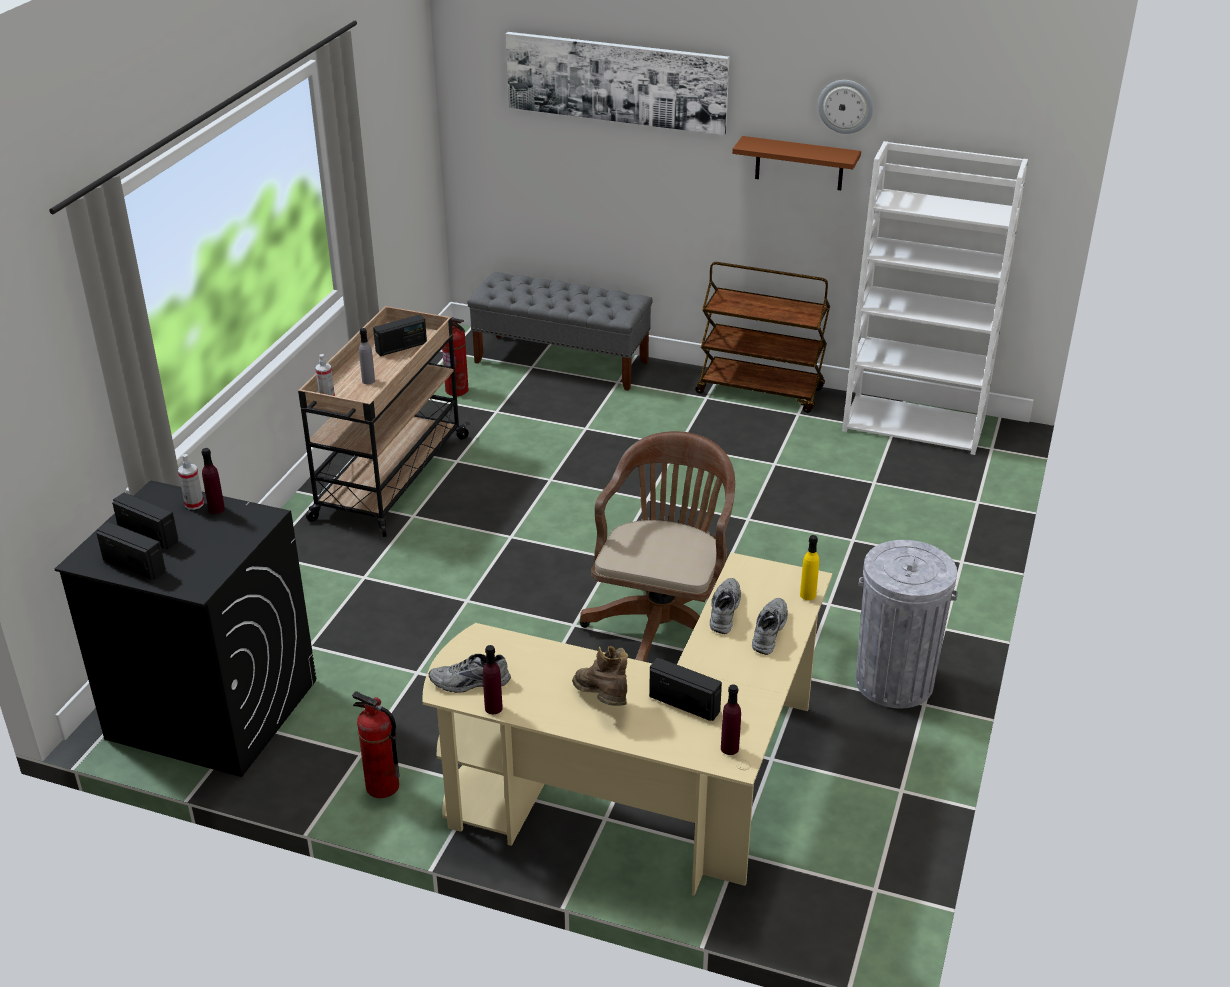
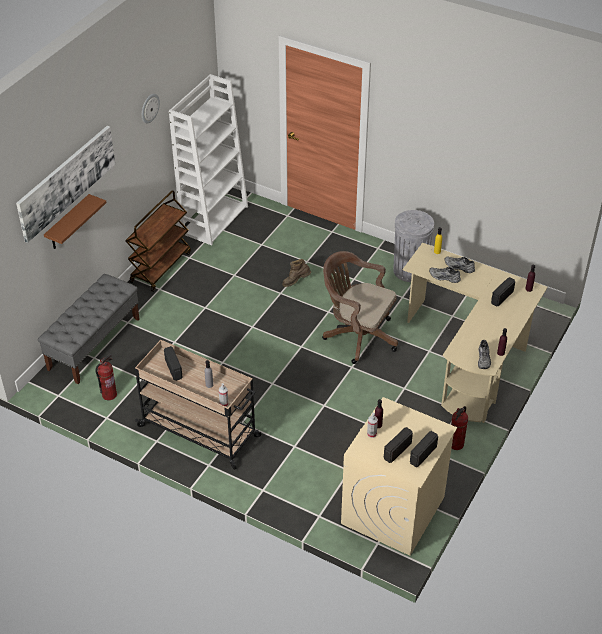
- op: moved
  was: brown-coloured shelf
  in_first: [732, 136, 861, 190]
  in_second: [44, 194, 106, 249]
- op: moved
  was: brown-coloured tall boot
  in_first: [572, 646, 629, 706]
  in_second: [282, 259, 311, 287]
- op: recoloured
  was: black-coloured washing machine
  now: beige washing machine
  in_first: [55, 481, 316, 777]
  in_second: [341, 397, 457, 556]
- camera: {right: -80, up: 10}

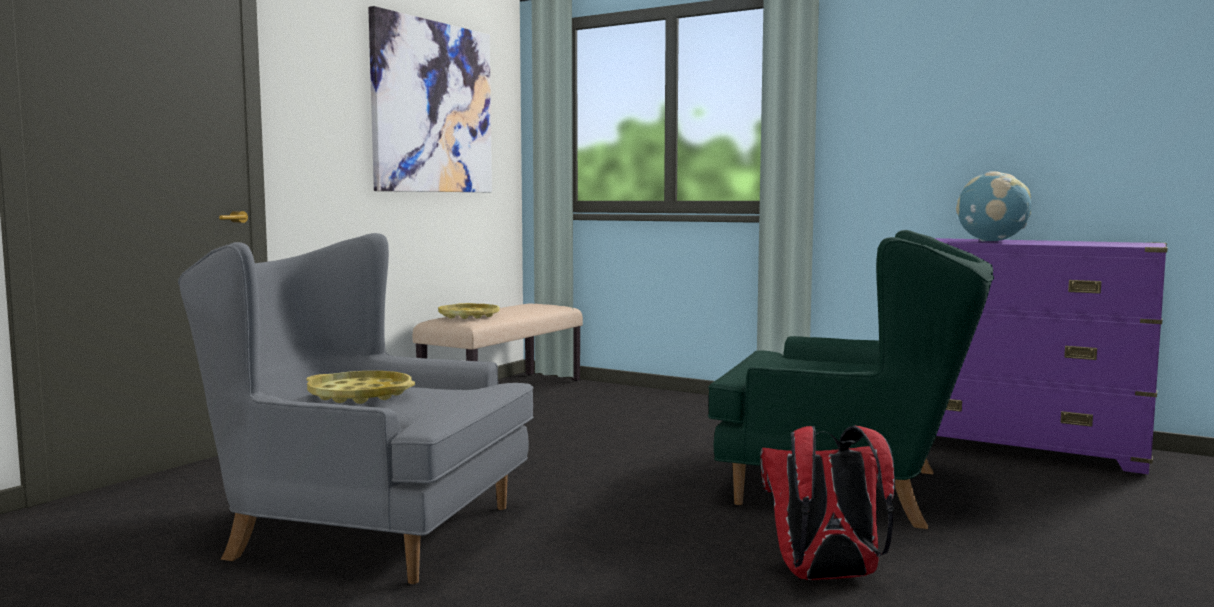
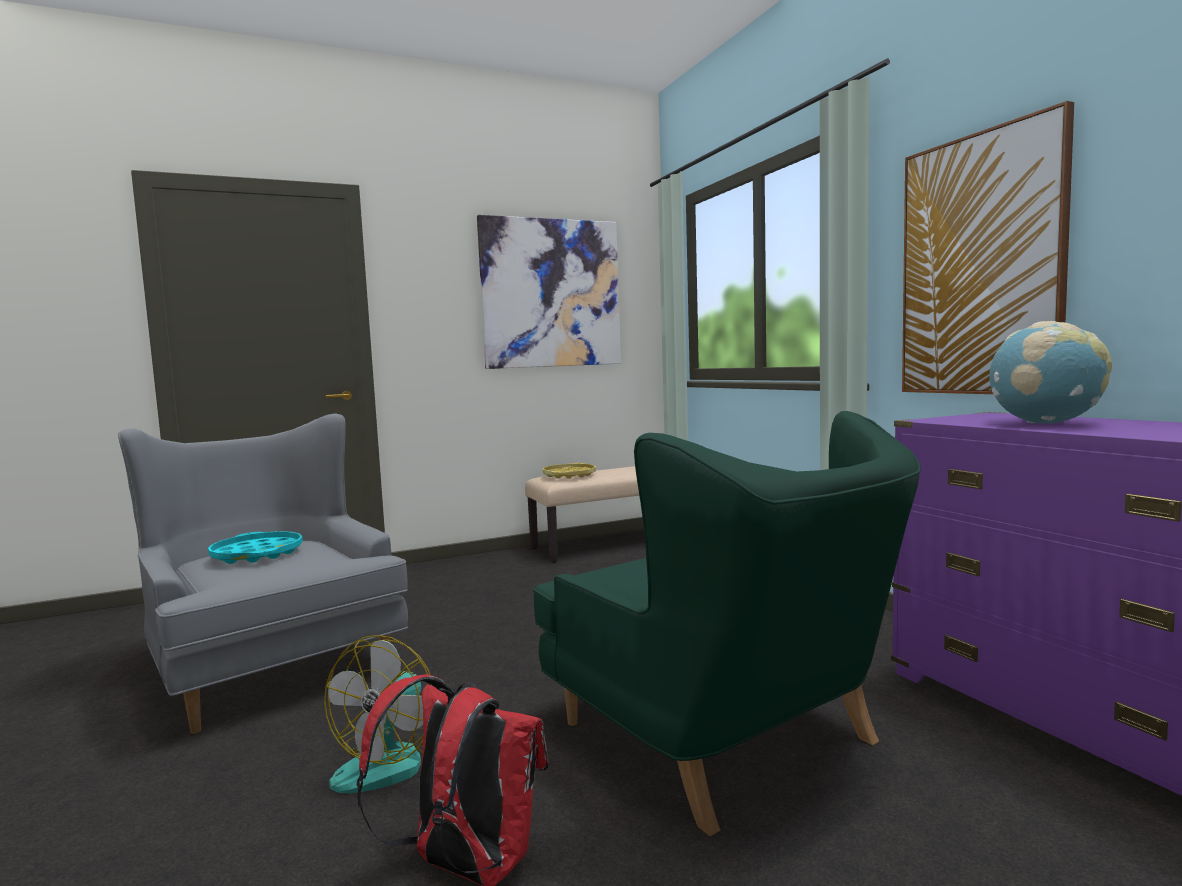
- op: recoloured
  was: yellow-coloured tray
  now: turquoise-coloured tray
  in_first: [306, 371, 415, 404]
  in_second: [208, 531, 303, 564]
- op: added
  now: fan
  in_second: [324, 635, 434, 793]
- op: added
  now: wall art
  in_second: [902, 101, 1074, 394]
- camera: {right: 35, up: 0}

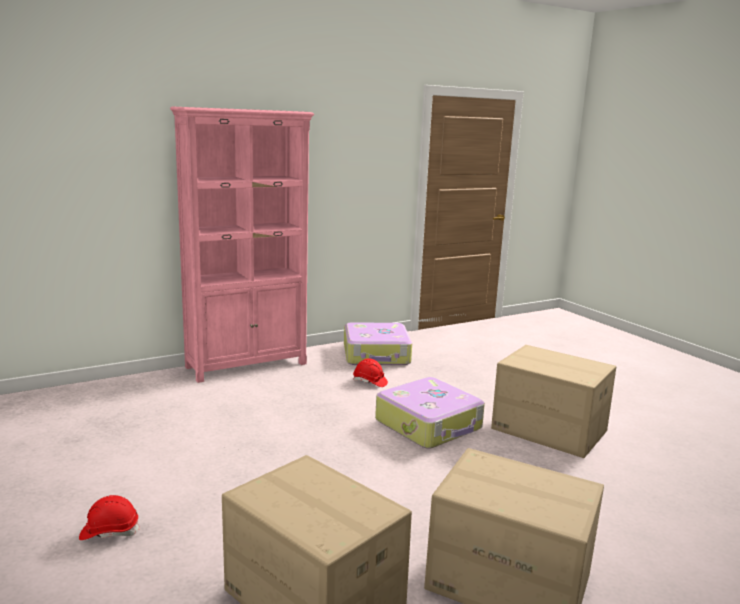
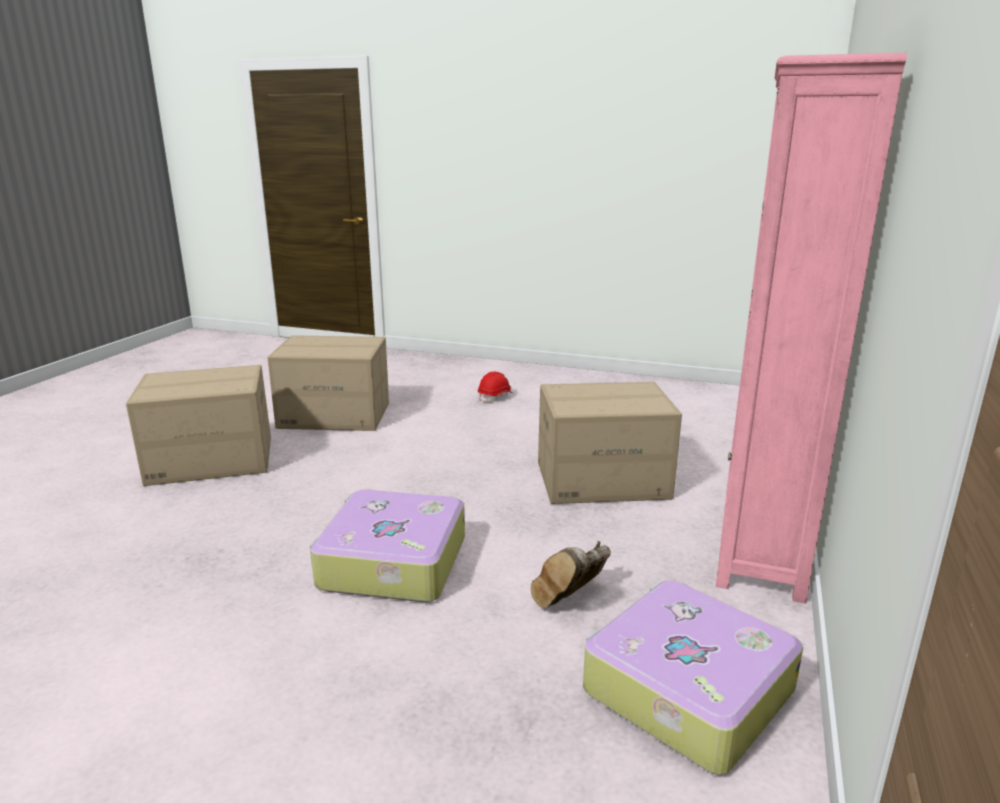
- op: replaced
  was: reddish safety helmet
  now: brown-coloured tall boot
  in_first: [353, 359, 388, 387]
  in_second: [531, 541, 611, 608]
- op: moved
  was: cardboard box
  in_first: [491, 345, 616, 458]
  in_second: [538, 382, 682, 504]
- camera: {right: 140, up: 5}

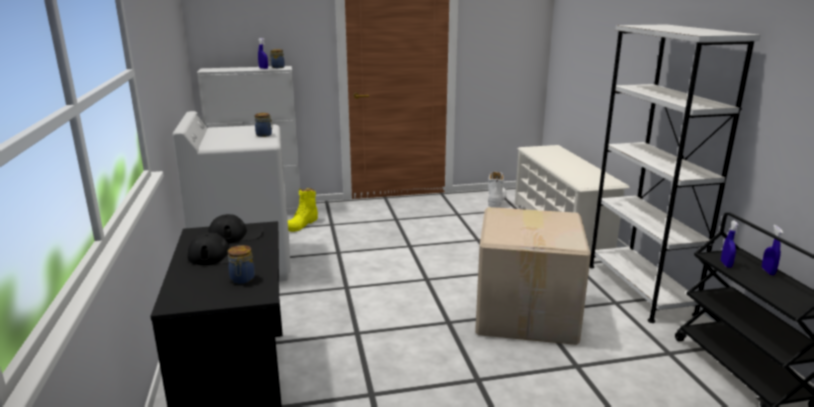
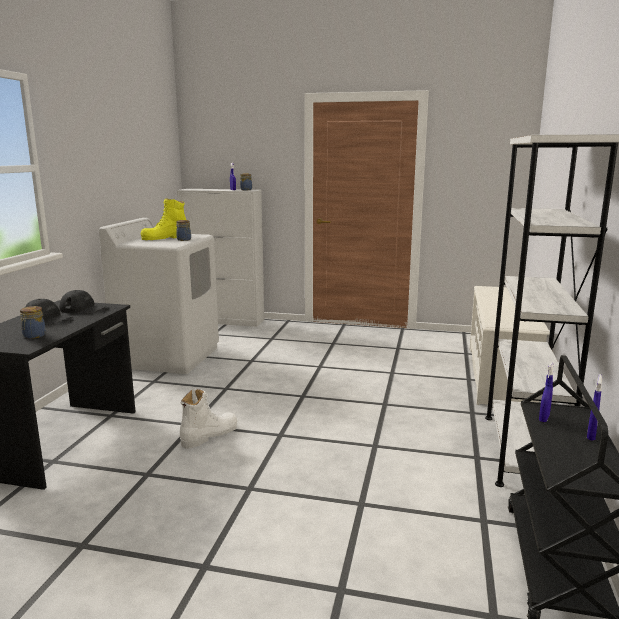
- op: moved
  was: yellow-coloured tall boot
  in_first: [288, 188, 318, 232]
  in_second: [141, 198, 186, 240]
- op: moved
  was: white-coloured tall boot
  in_first: [488, 172, 507, 208]
  in_second: [180, 389, 237, 449]
- op: removed
  was: cardboard box
  in_first: [475, 207, 591, 345]
- camera: {right: 25, up: -5}

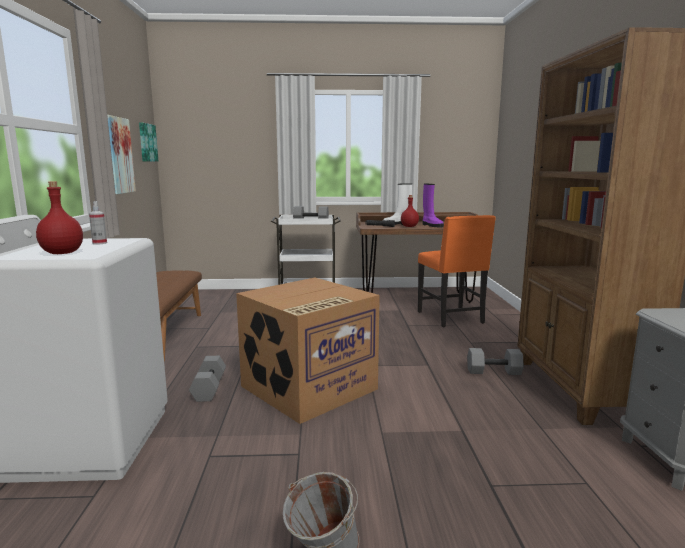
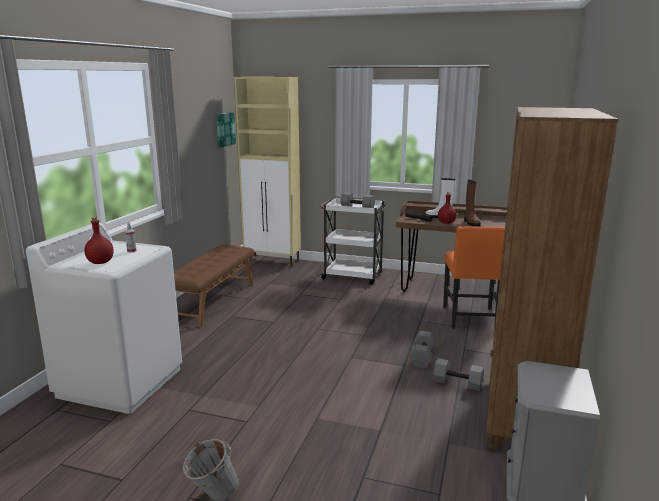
- op: added
  now: beige cupboard
  in_second: [234, 77, 301, 267]
- op: moved
  was: gray hand weight
  in_first: [189, 356, 226, 402]
  in_second: [410, 331, 435, 368]
- op: recoloured
  was: purple tall boot
  now: brown-coloured tall boot
  in_first: [423, 183, 444, 228]
  in_second: [464, 180, 481, 227]
- op: removed
  was: wall art
  in_first: [107, 115, 136, 194]
- op: removed
  was: cardboard box
  in_first: [236, 278, 380, 424]
- camera: {right: 20, up: 5}

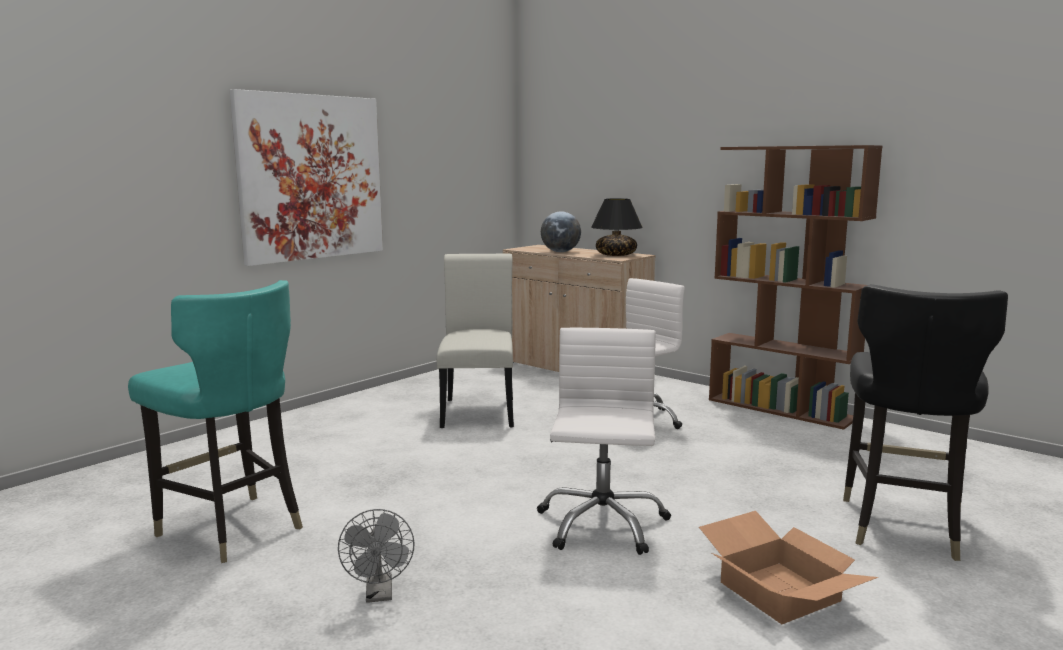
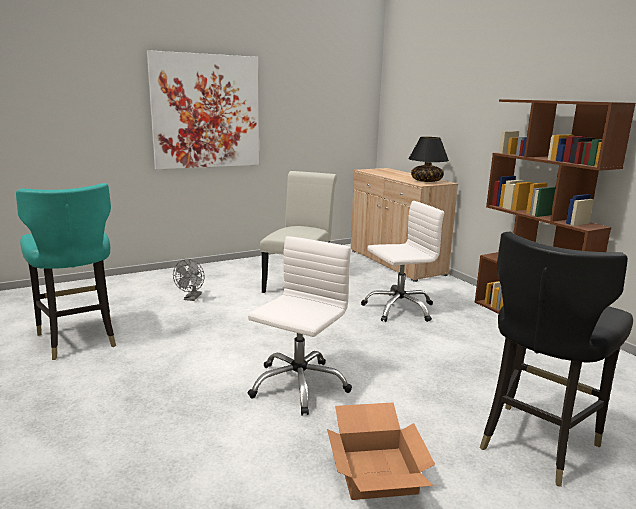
- op: moved
  was: gray fan
  in_first: [338, 509, 415, 603]
  in_second: [173, 259, 204, 301]
- op: removed
  was: world globe
  in_first: [541, 211, 581, 252]
- camera: {right: 20, up: 5}

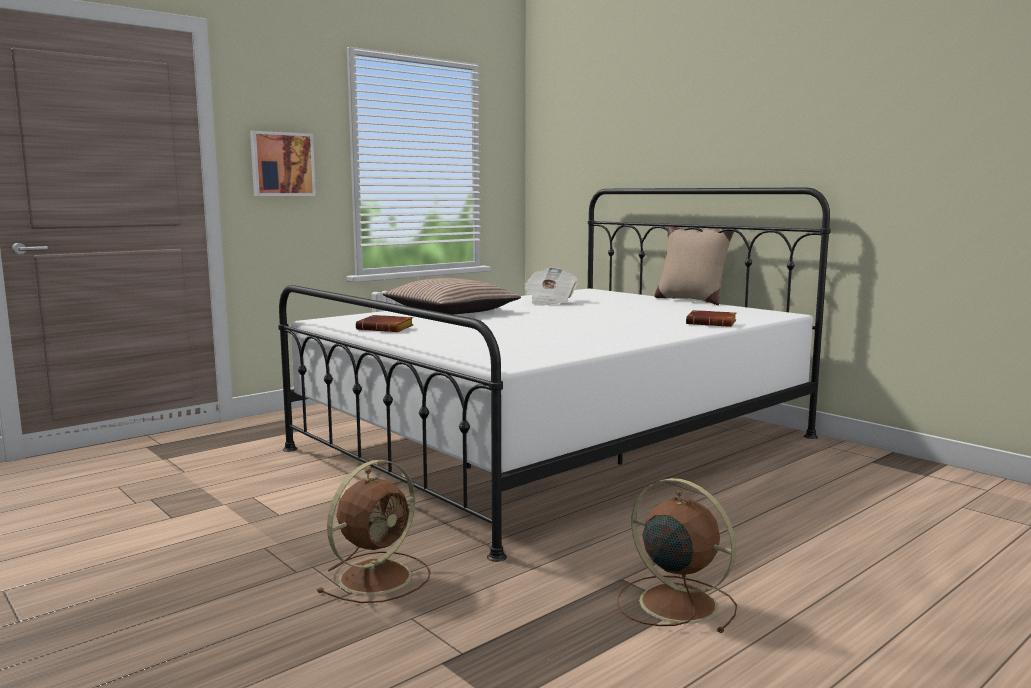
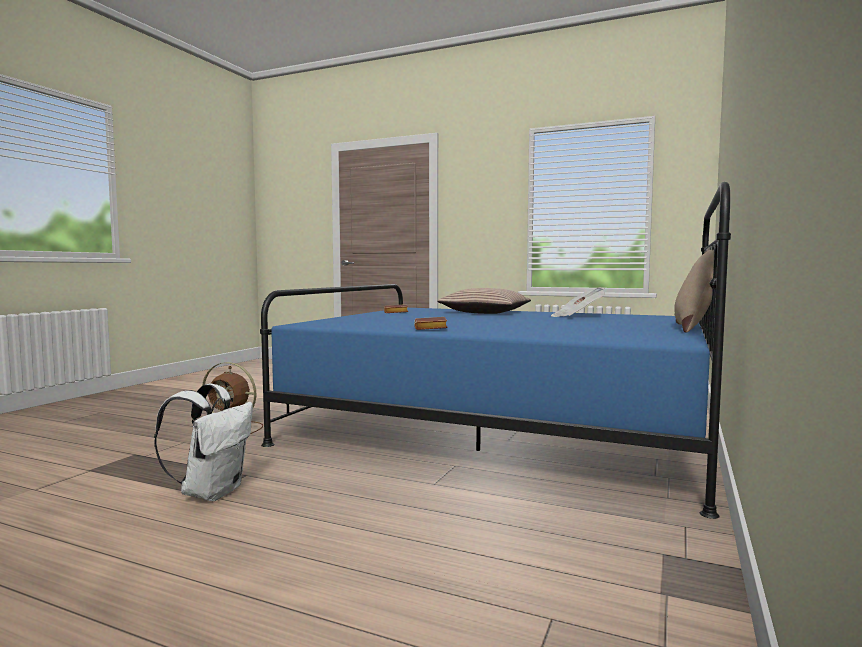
- op: replaced
  was: brown-coloured fan
  now: white-coloured knapsack
  in_first: [617, 478, 737, 633]
  in_second: [154, 383, 253, 501]
- op: recoloured
  was: white-coloured sleeping bed
  now: blue-coloured sleeping bed
  in_first: [278, 187, 831, 562]
  in_second: [260, 182, 731, 519]
- op: moved
  was: brown-coloured volume
  in_first: [686, 310, 736, 327]
  in_second: [414, 317, 448, 330]
- op: removed
  was: wall art
  in_first: [250, 131, 316, 196]
- camera: {right: 65, up: -5}

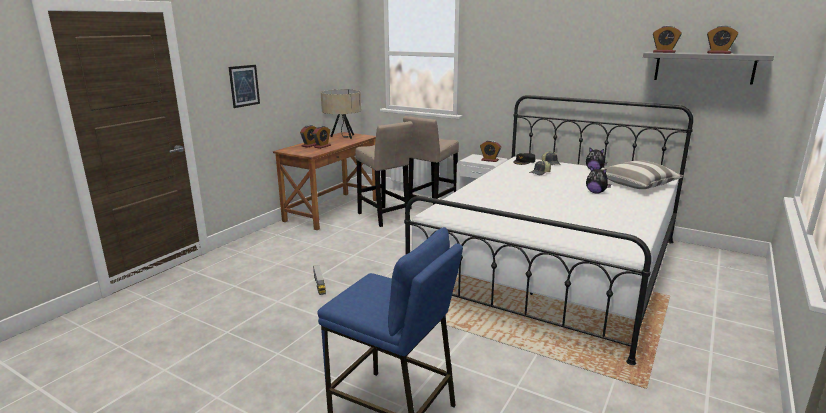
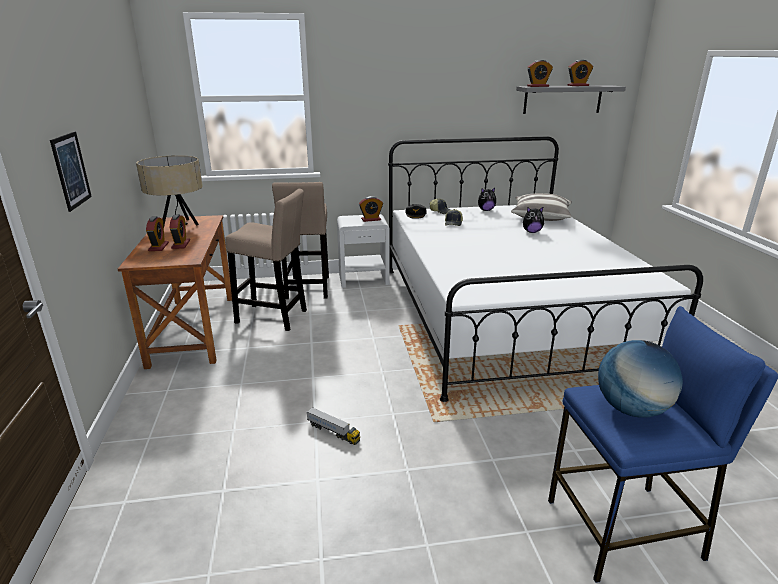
- op: added
  now: world globe
  in_second: [598, 340, 683, 418]
- camera: {right: -40, up: 5}

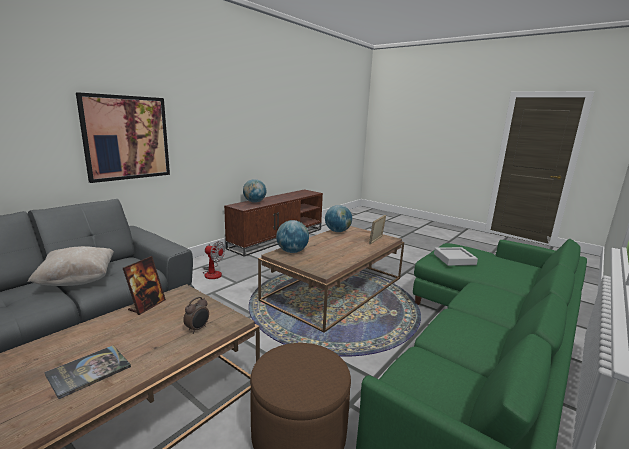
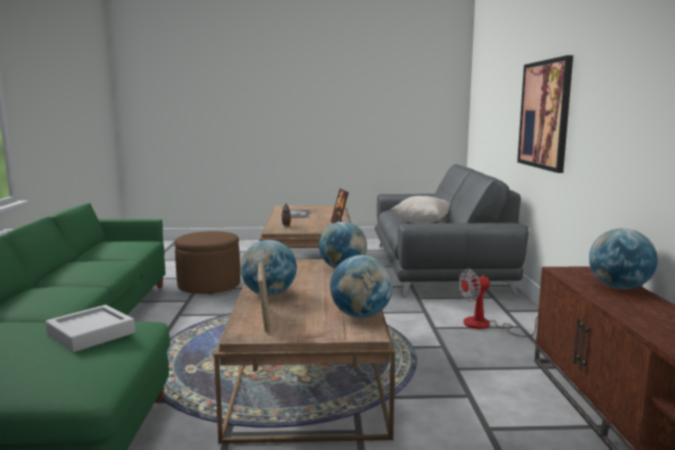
- op: added
  now: world globe
  in_second: [240, 240, 297, 296]
- camera: {right: 140, up: -5}

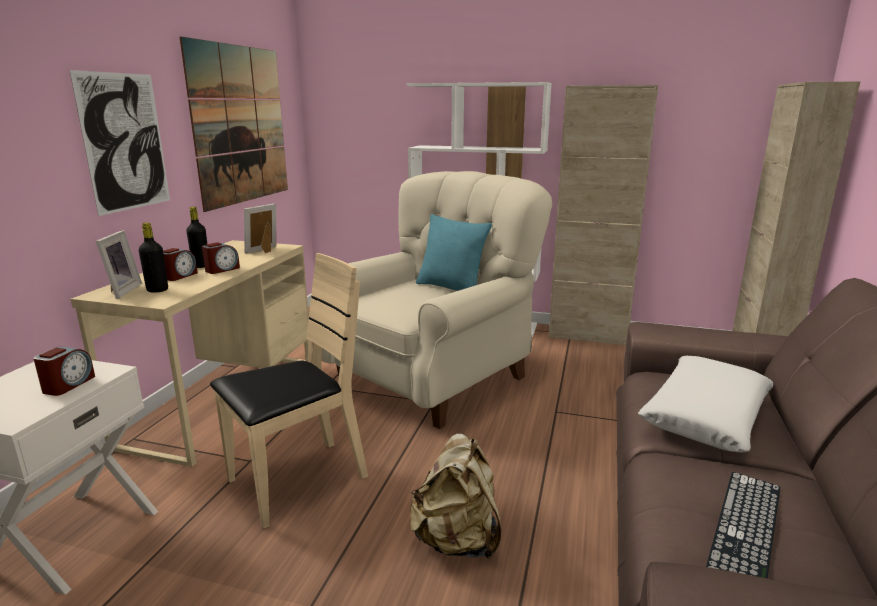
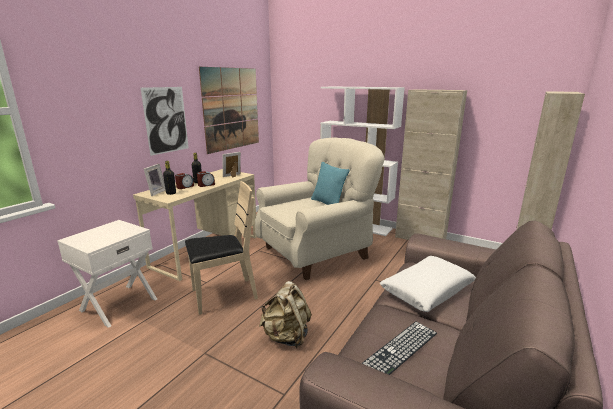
- op: removed
  was: bedside clock
  in_first: [33, 347, 95, 396]
- camera: {right: 15, up: 0}

